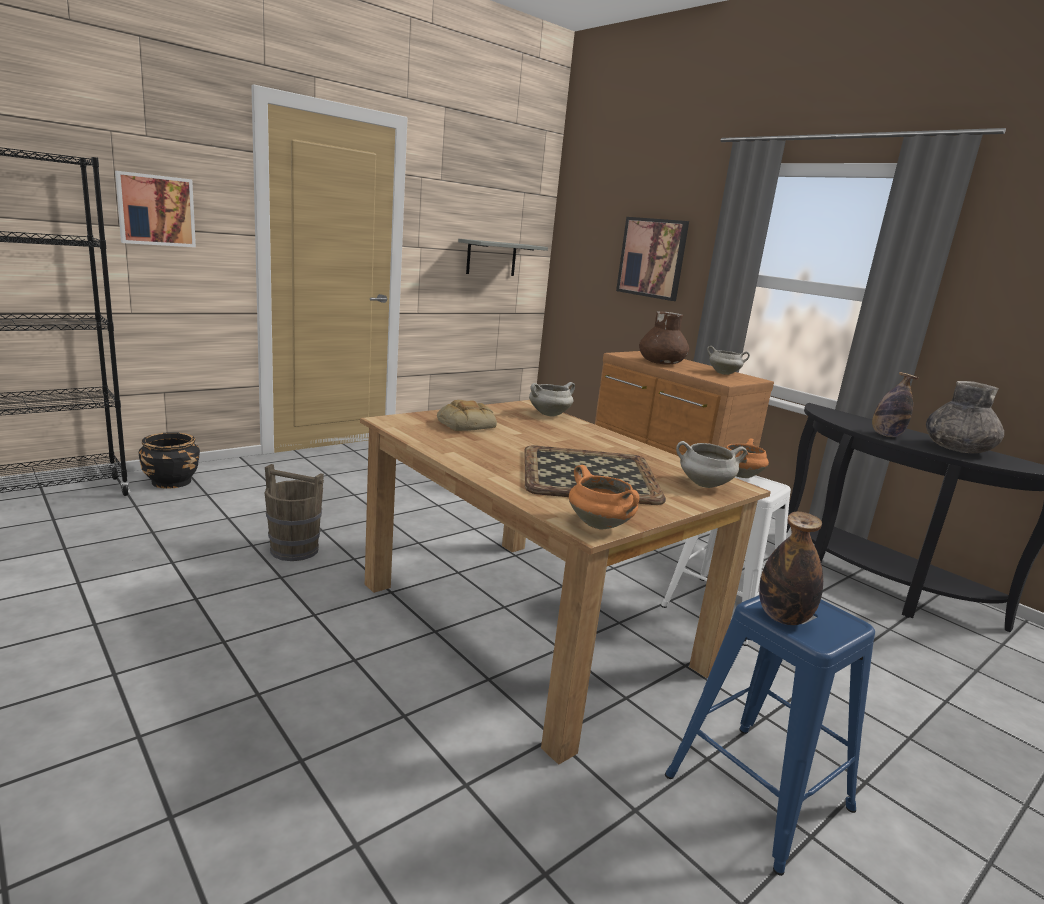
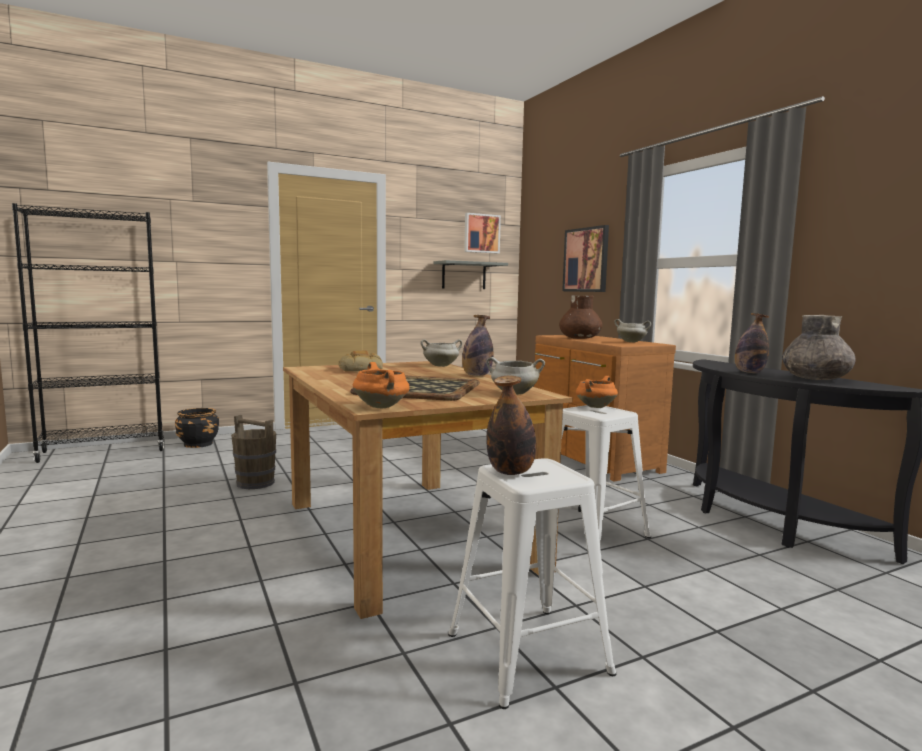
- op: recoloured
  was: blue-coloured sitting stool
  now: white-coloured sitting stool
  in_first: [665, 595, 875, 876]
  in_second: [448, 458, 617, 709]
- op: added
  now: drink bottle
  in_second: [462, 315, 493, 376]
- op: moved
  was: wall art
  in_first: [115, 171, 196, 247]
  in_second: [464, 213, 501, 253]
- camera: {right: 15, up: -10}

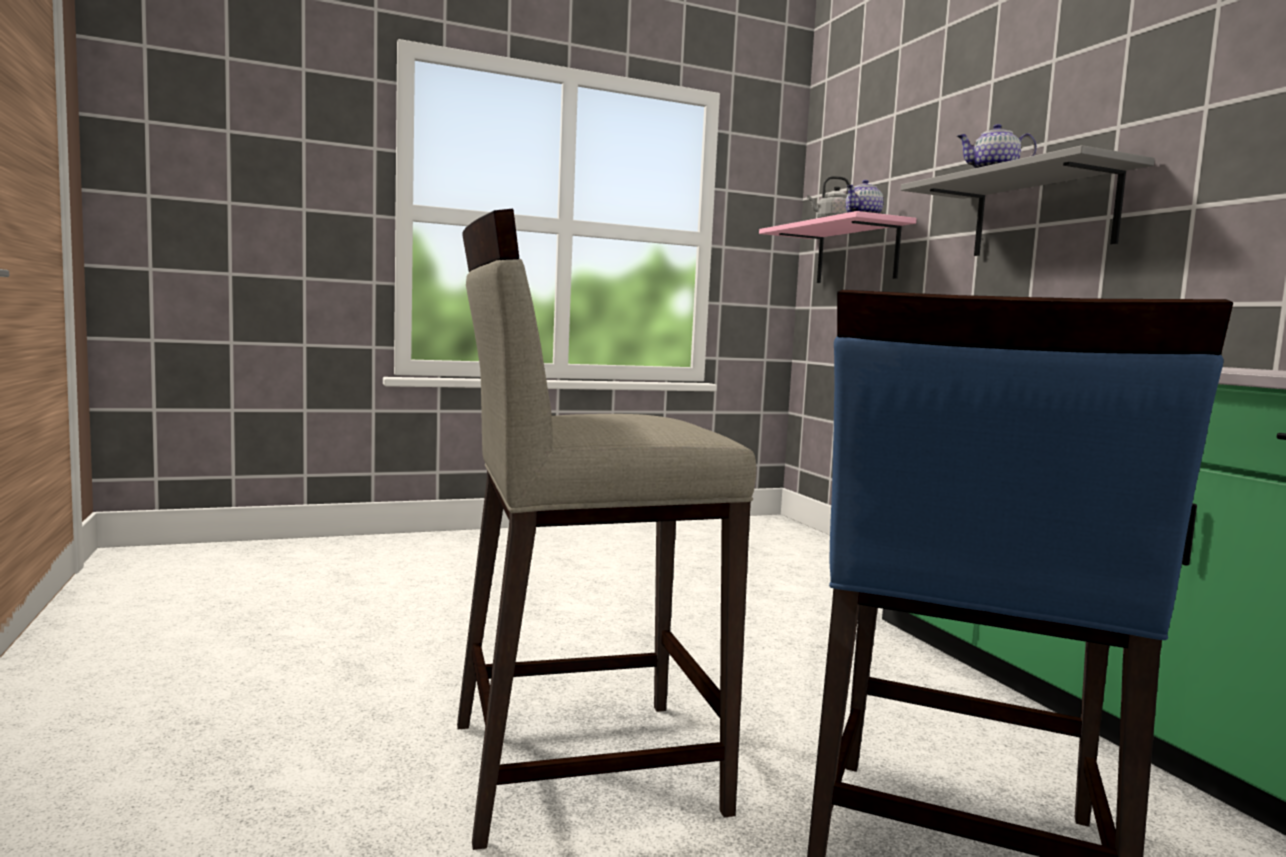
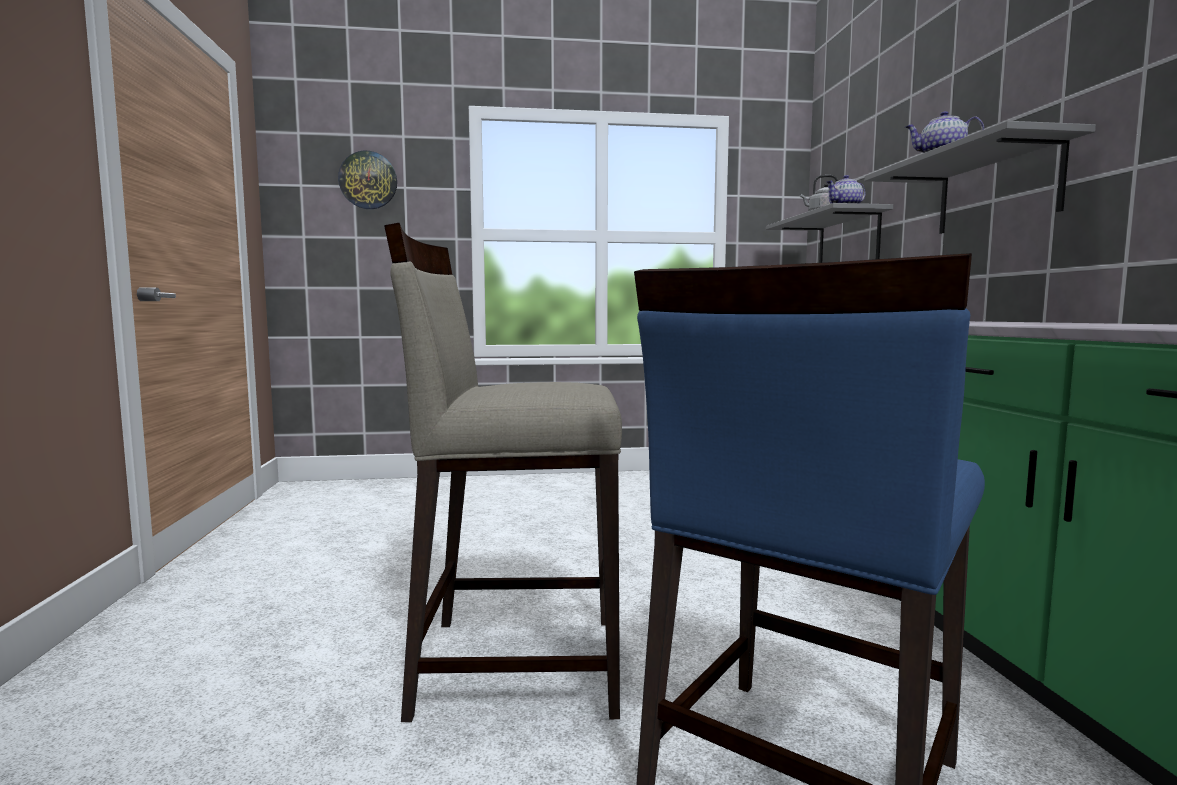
- op: added
  now: wall clock
  in_second: [338, 151, 397, 209]
- op: recoloured
  was: pink-coloured shelf
  now: gray shelf
  in_first: [759, 211, 916, 283]
  in_second: [766, 203, 893, 263]
- camera: {right: 15, up: 0}

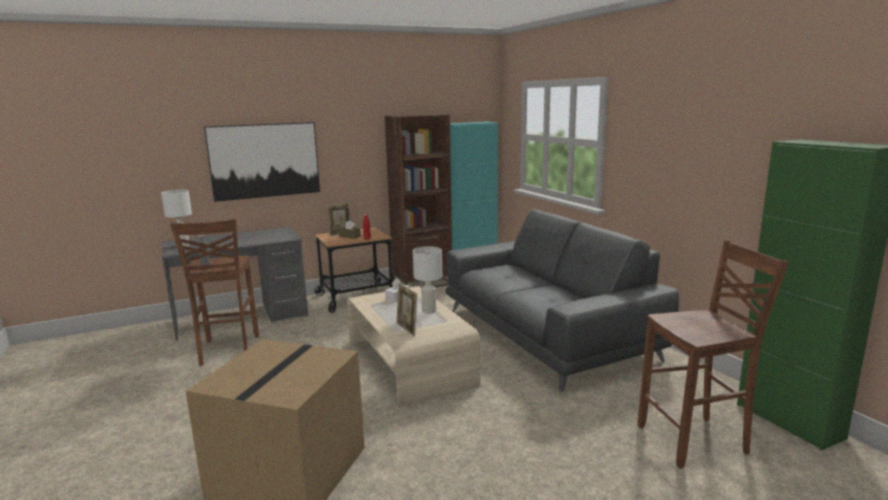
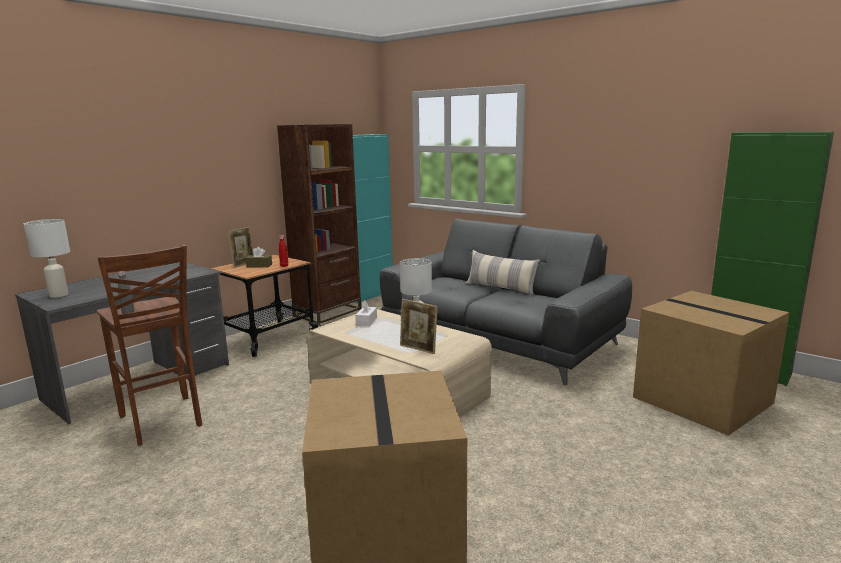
- op: added
  now: throw pillow
  in_second: [466, 250, 540, 295]
- op: replaced
  was: brown-coloured sitting stool
  now: cardboard box
  in_first: [637, 240, 789, 469]
  in_second: [633, 291, 790, 436]
- op: removed
  was: wall art
  in_first: [204, 122, 320, 202]
- camera: {right: -25, up: 0}

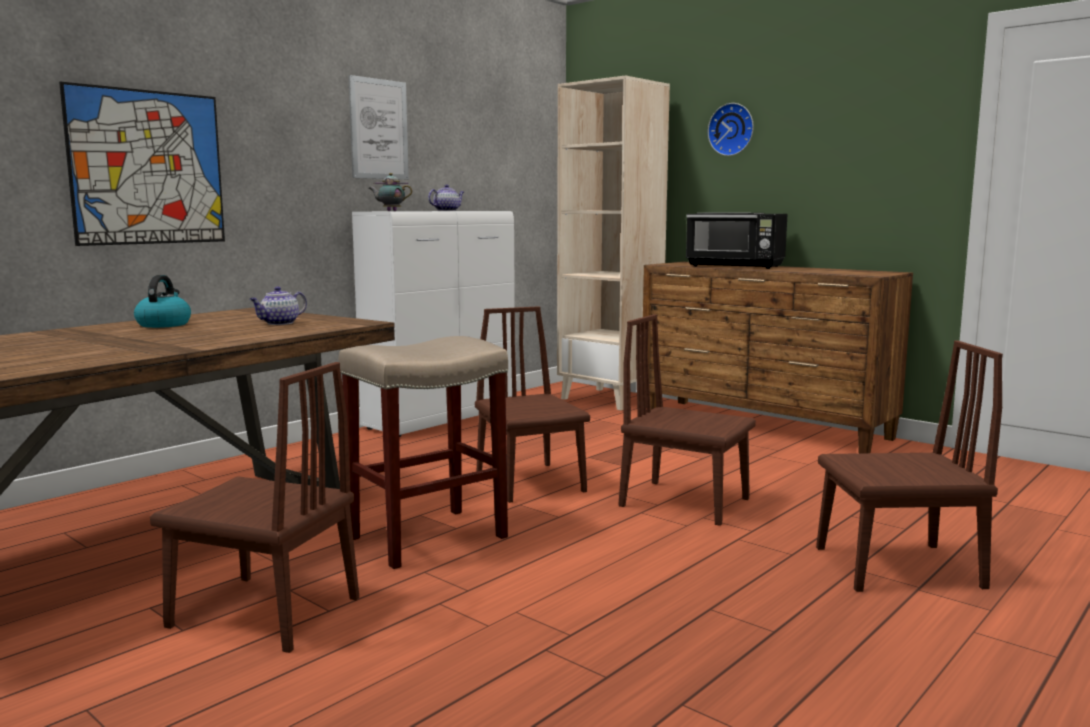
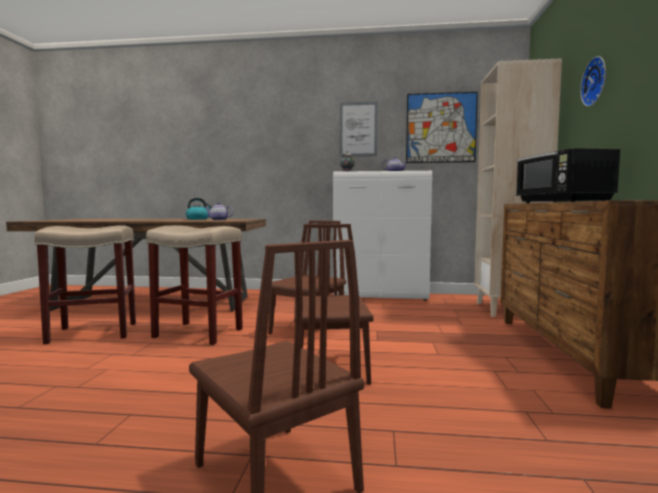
- op: replaced
  was: brown-coloured upright chair
  now: beige sitting stool
  in_first: [150, 362, 359, 653]
  in_second: [34, 225, 136, 344]
- op: moved
  was: wall art
  in_first: [59, 81, 225, 246]
  in_second: [406, 92, 478, 163]
- camera: {right: 55, up: -5}

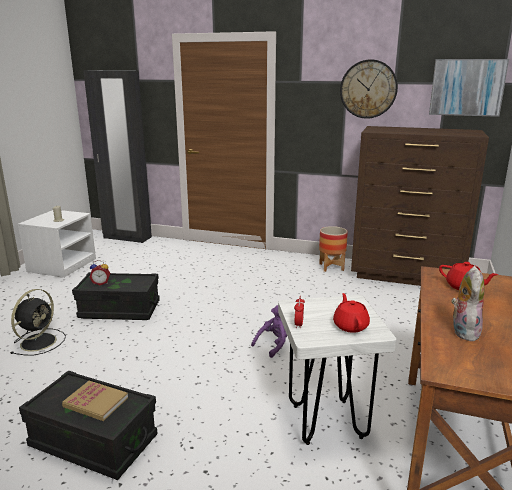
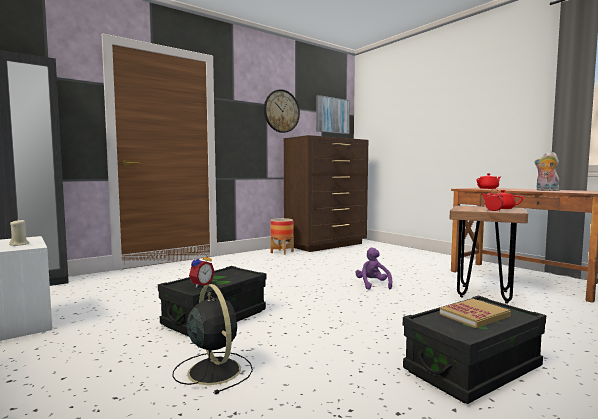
- op: recoloured
  was: white-coloured sitting stool
  now: brown-coloured sitting stool
  in_first: [278, 295, 396, 445]
  in_second: [450, 206, 528, 304]
- camera: {right: -55, up: -15}

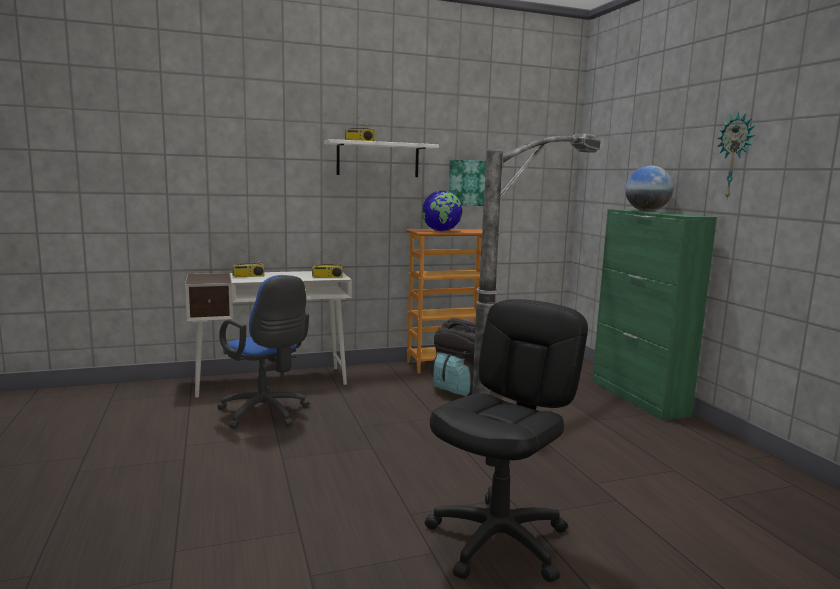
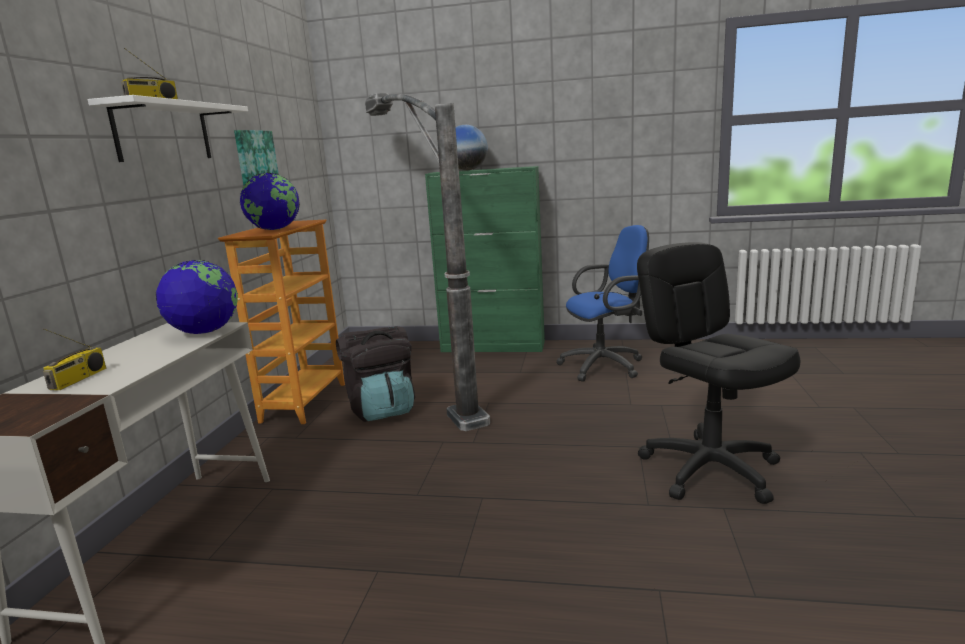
- op: replaced
  was: radio
  now: world globe
  in_first: [312, 248, 342, 278]
  in_second: [156, 260, 238, 334]
- op: moved
  was: blue-coloured desk chair
  in_first: [217, 275, 309, 429]
  in_second: [556, 225, 649, 382]
- op: removed
  was: wall clock
  in_first: [717, 112, 755, 199]
- camera: {right: -60, up: 5}

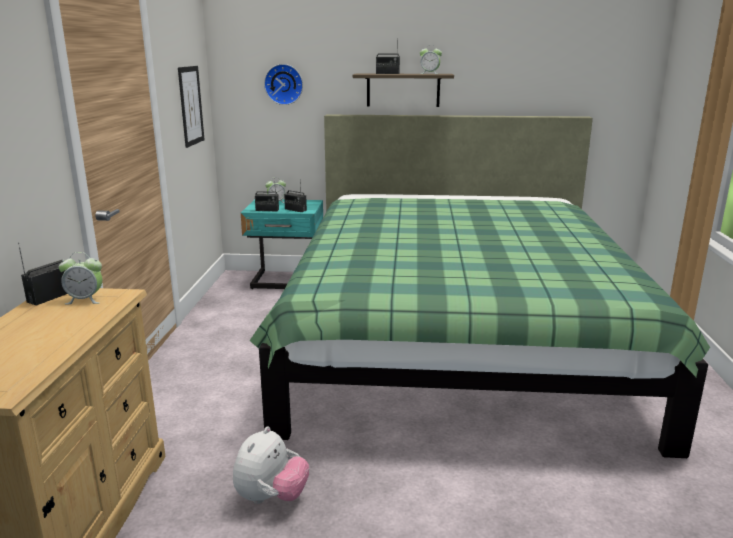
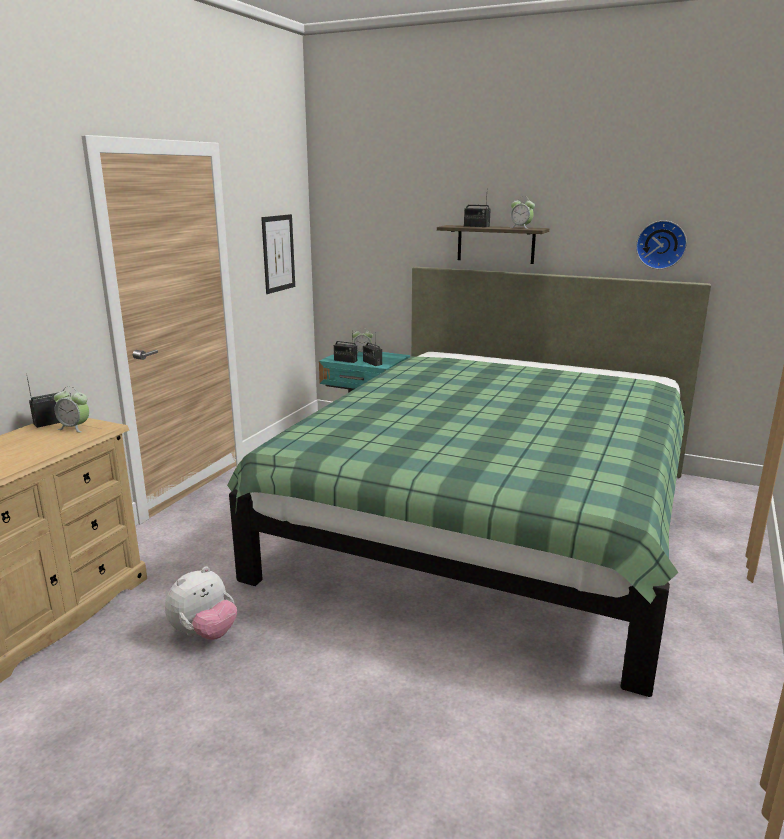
- op: moved
  was: wall clock
  in_first: [264, 64, 303, 105]
  in_second: [636, 220, 687, 269]
- camera: {right: 20, up: 0}

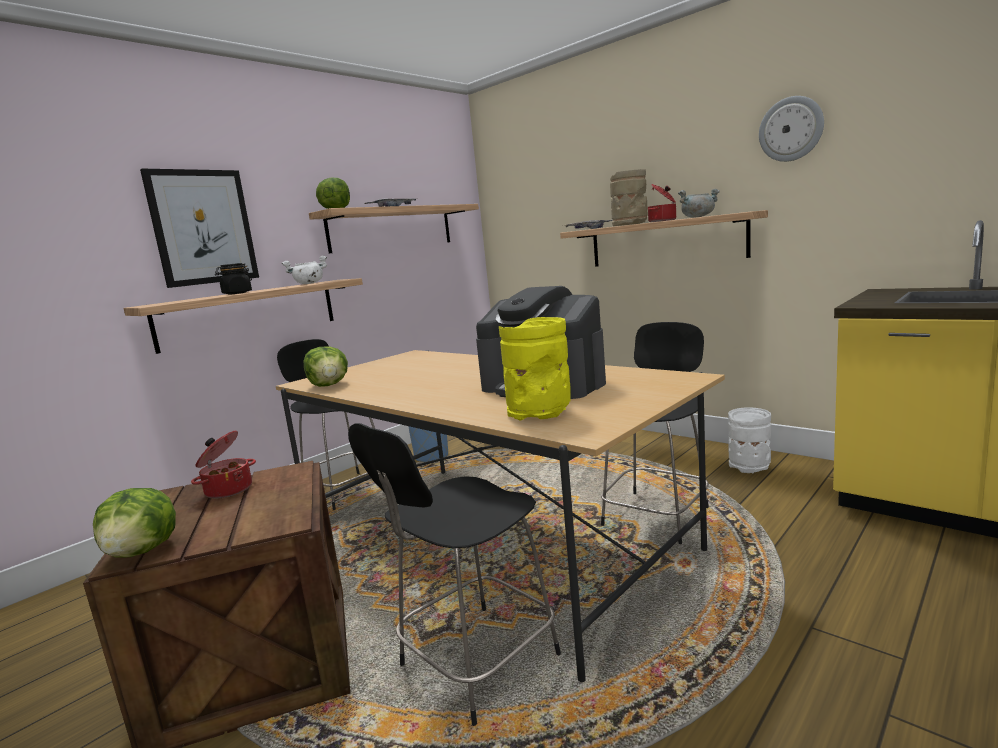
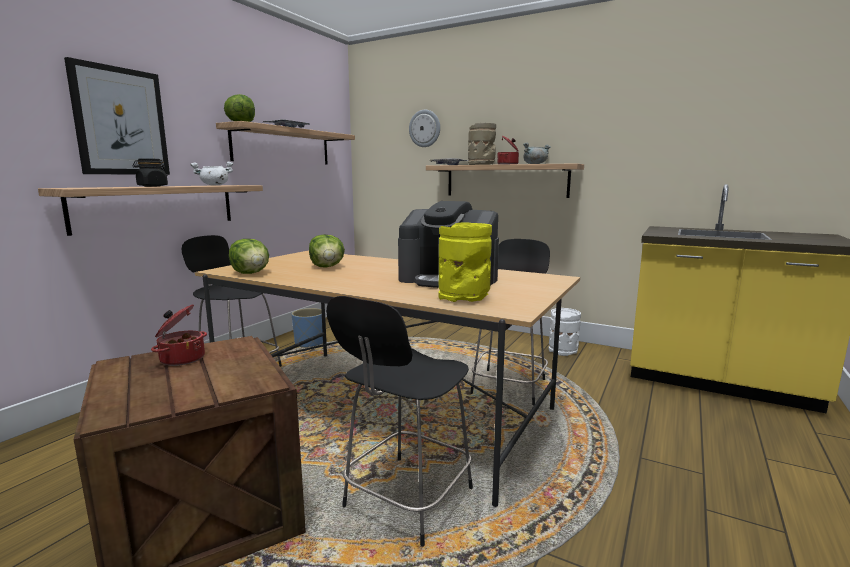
- op: moved
  was: lettuce
  in_first: [93, 488, 176, 558]
  in_second: [309, 235, 345, 268]
- op: moved
  was: wall clock
  in_first: [759, 96, 824, 162]
  in_second: [409, 110, 440, 147]
- camera: {right: -15, up: 0}

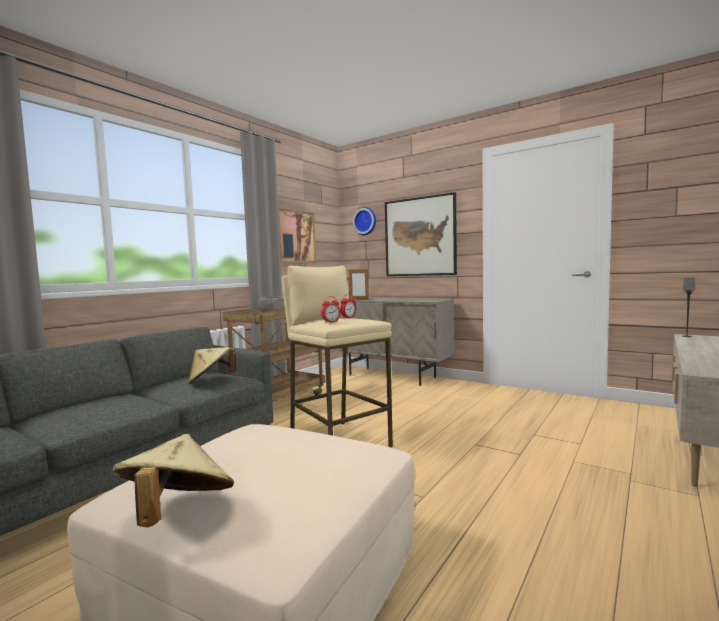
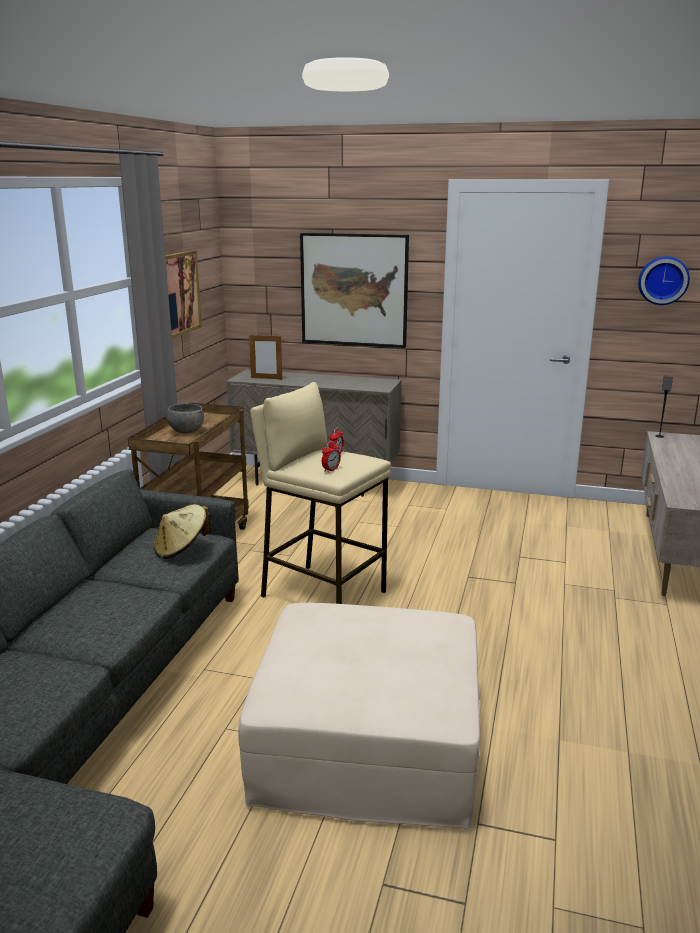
- op: moved
  was: wall clock
  in_first: [353, 207, 376, 235]
  in_second: [638, 256, 690, 305]
- op: removed
  was: beige wearable hat
  in_first: [111, 434, 234, 527]
- camera: {right: -20, up: 15}

